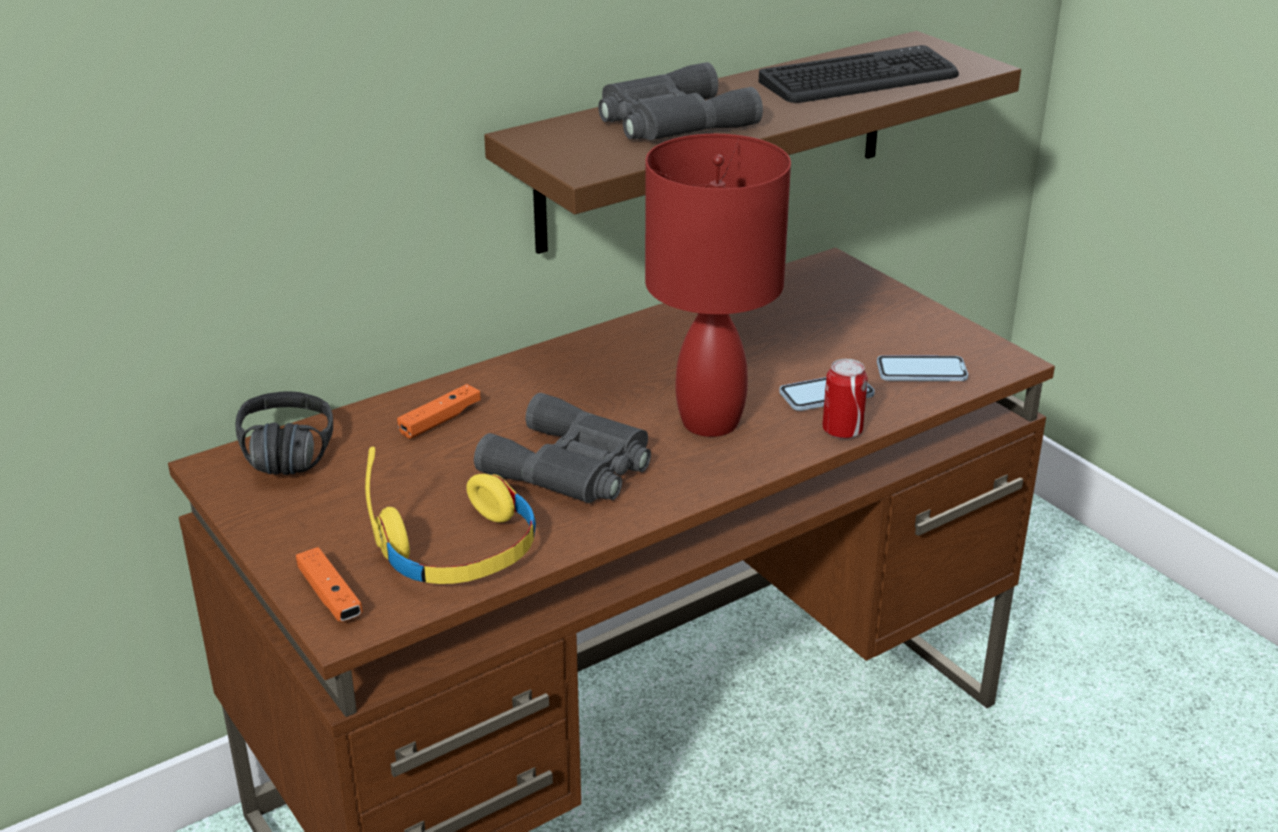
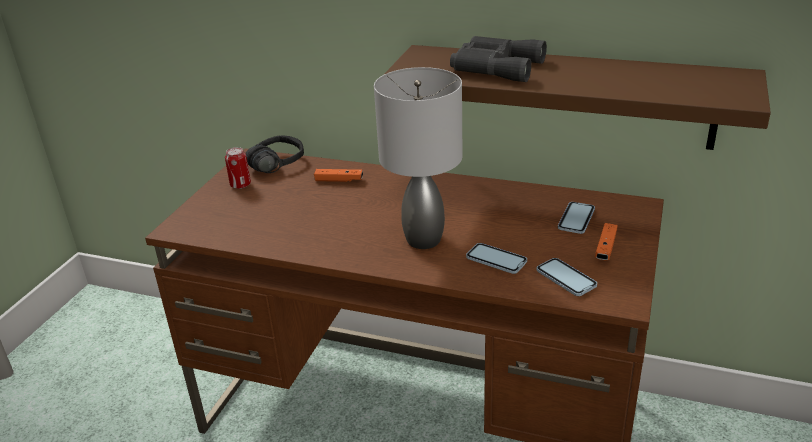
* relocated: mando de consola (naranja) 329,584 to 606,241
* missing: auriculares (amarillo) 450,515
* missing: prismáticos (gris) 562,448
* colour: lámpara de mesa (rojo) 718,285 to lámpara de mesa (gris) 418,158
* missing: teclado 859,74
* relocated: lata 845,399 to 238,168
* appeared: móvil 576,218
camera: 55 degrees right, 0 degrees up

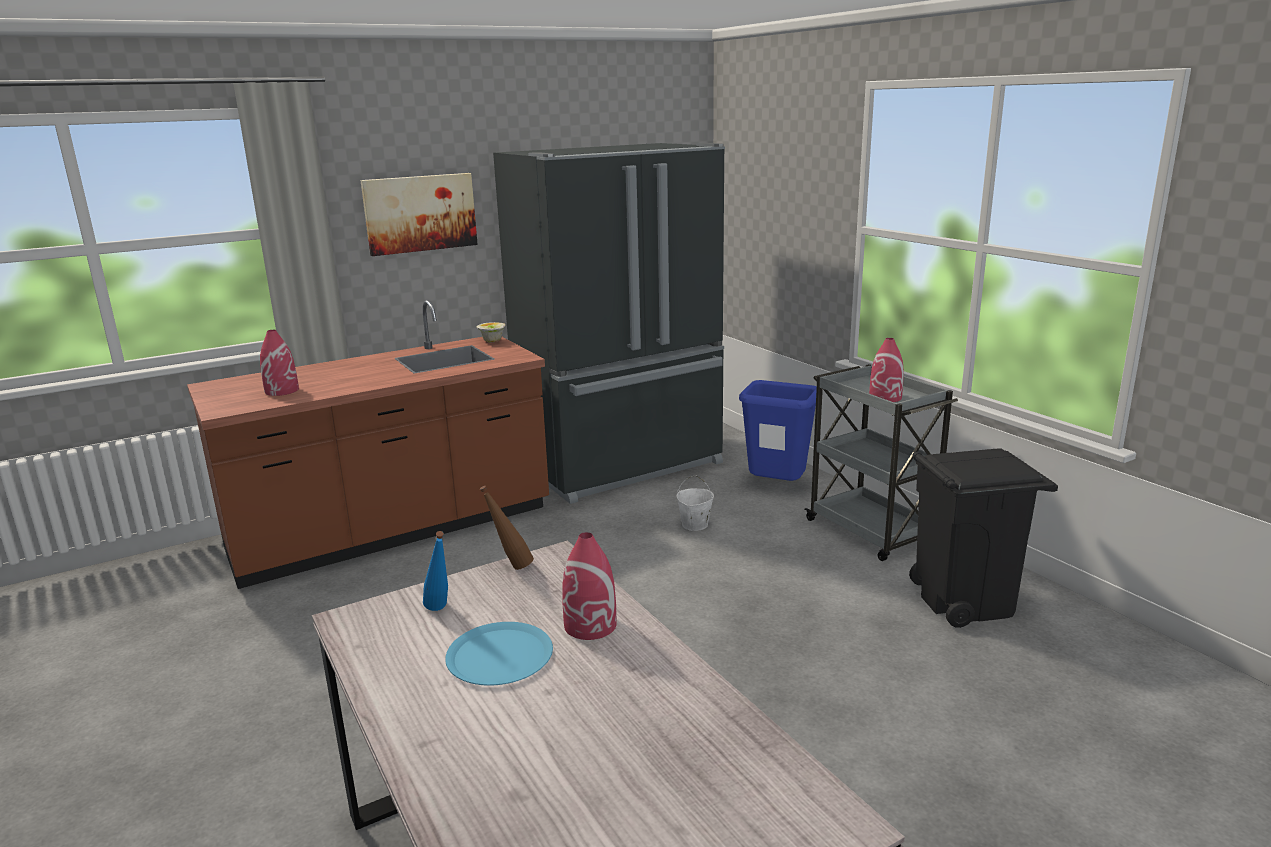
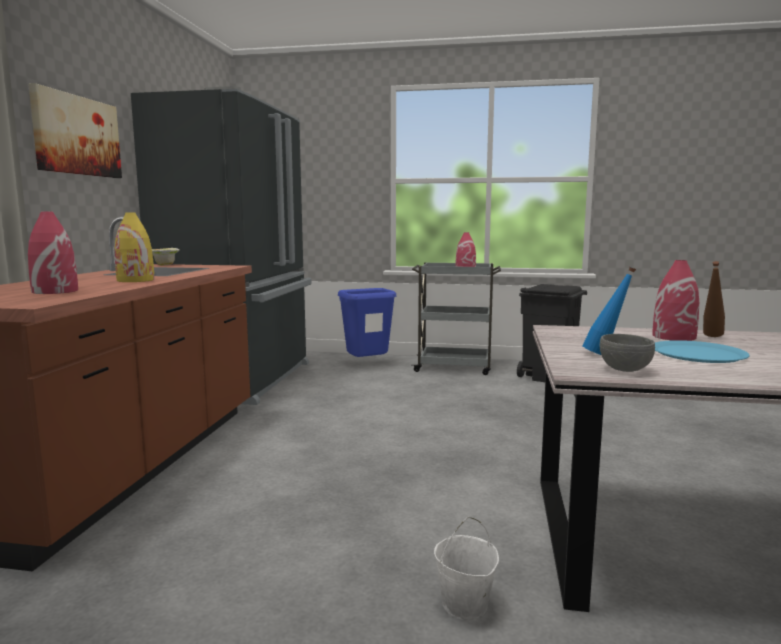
* relocated: botella (marrón) 507,528 to 714,299
* relocated: cubo (blanco) 695,503 to 466,568
* appeared: florero (amarillo) 134,247
* appeared: cuenco (gris) 627,353
camera: 50 degrees left, 10 degrees down

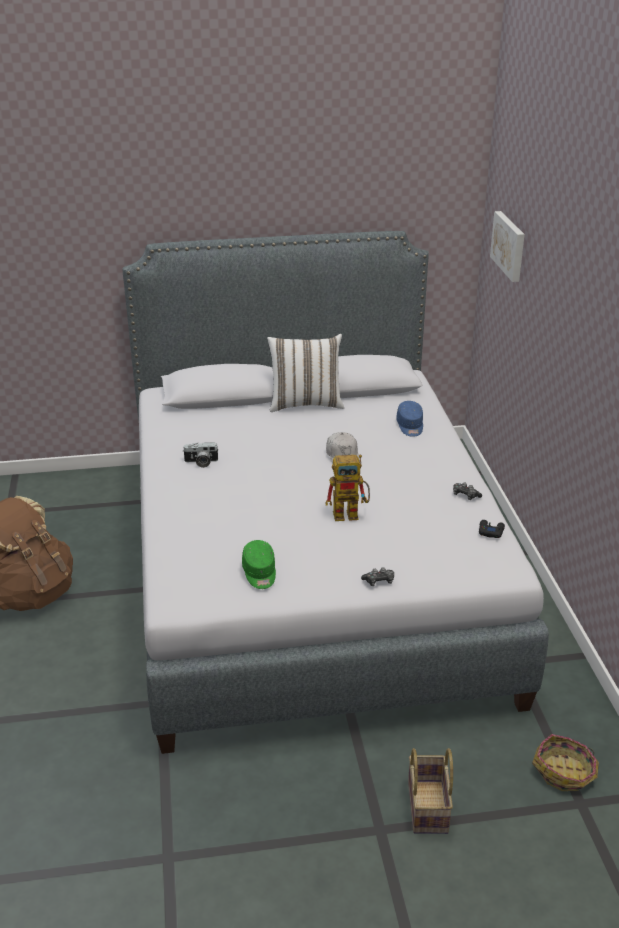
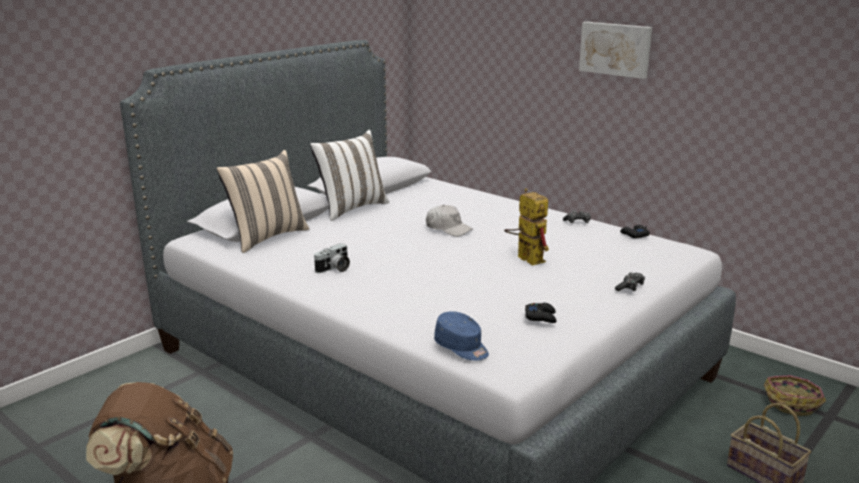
* exchanged: gorra (verde) 259,564 to mando de consola (negro) 541,313
* spun: robot de juguete 347,488 = 526,227 75 degrees counterclockwise
* relocated: gorra (azul) 409,419 to 461,336
* relocated: cuadro 507,246 to 615,50
* appeared: cojín (beis) 262,201
camera: 40 degrees left, 10 degrees down

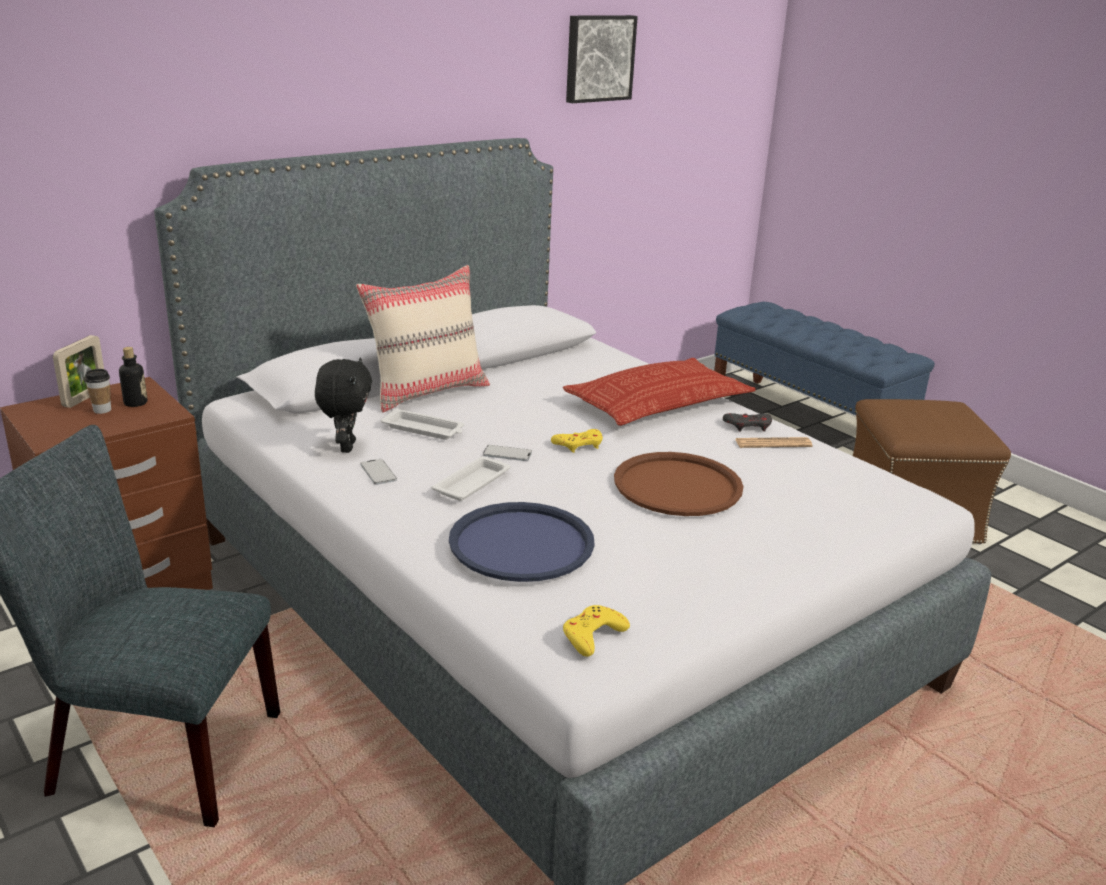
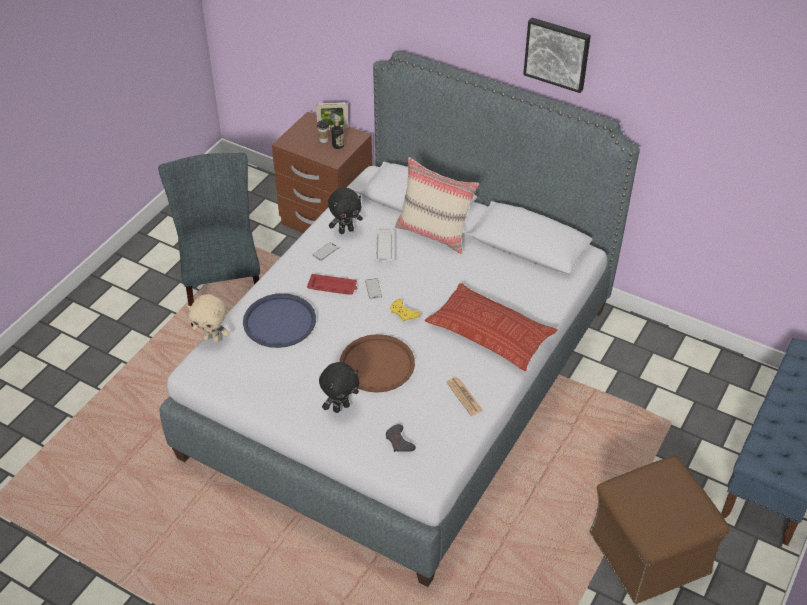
* colour: bandeja (blanco) 471,479 to bandeja (rojo) 332,284
* missing: mando de consola (amarillo) 596,631
* relocated: cuadro 602,59 to 557,55
* relocated: mando de consola (gris) 747,422 to 401,438
* appeared: peluche (beis) 208,318
* appeared: peluche (negro) 339,387
camera: 70 degrees right, 20 degrees up

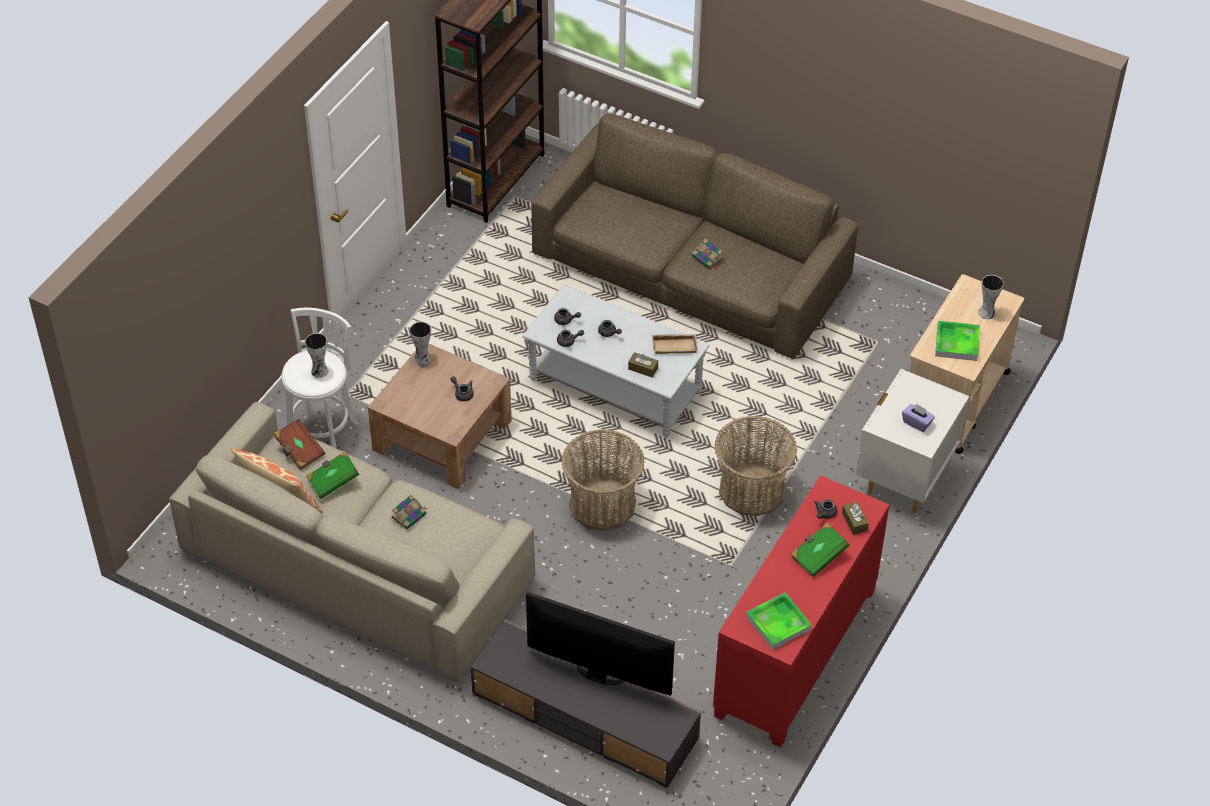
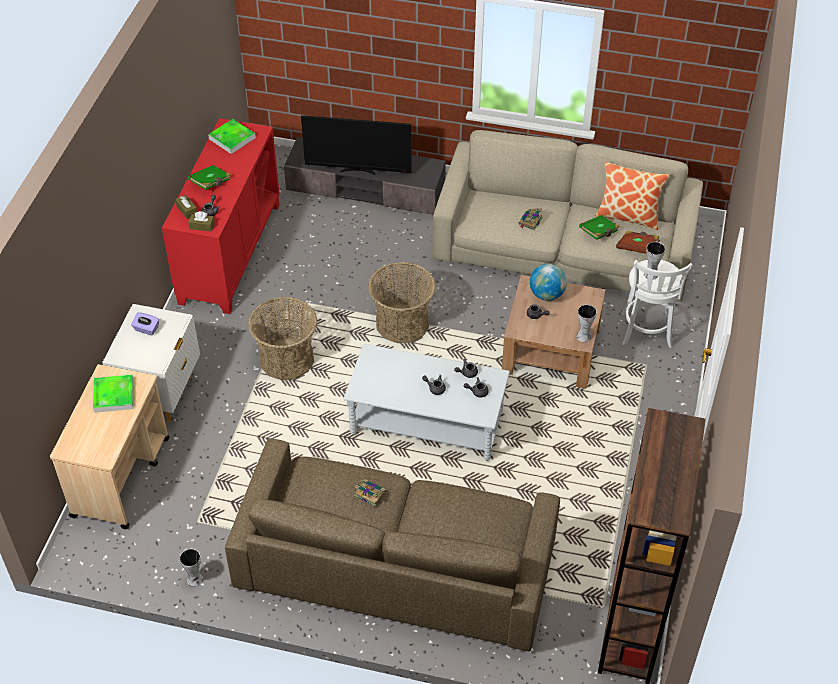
* relocated: caja de pañuelos (marrón) 643,365 to 201,221
* missing: bandeja (beis) 675,344
* relocated: florero 991,297 to 191,568
* appeared: globo terráqueo 548,282
camera: 165 degrees right, 0 degrees up

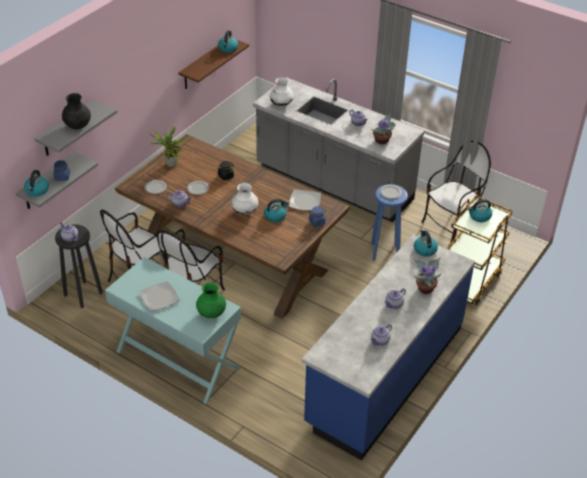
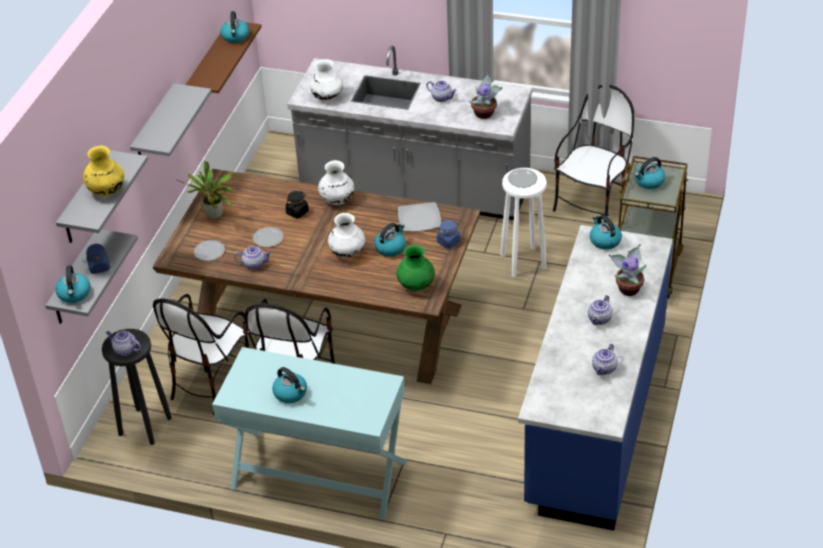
* colour: florero (negro) 76,111 to florero (amarillo) 103,171
* exchanged: plato 159,296 to hervidor 289,385
* relocated: florero (verde) 211,300 to 415,268
* colour: taburete (azul) 389,222 to taburete (blanco) 524,222
* appeared: estante (gris) 171,119
* appeared: florero (blanco) 336,182
camera: 15 degrees left, 0 degrees up

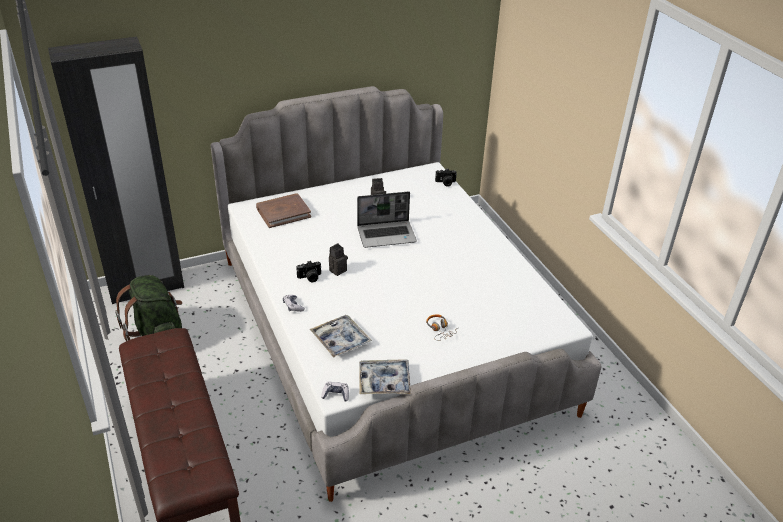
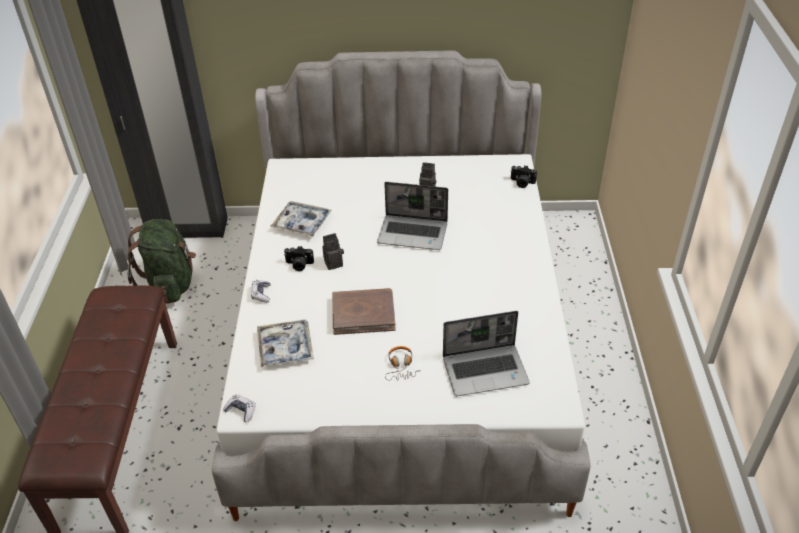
* relocated: libro (marrón) 283,210 to 364,311
* relocated: bandeja 385,377 to 301,219
* appeared: portátil 486,353
camera: 25 degrees right, 5 degrees up

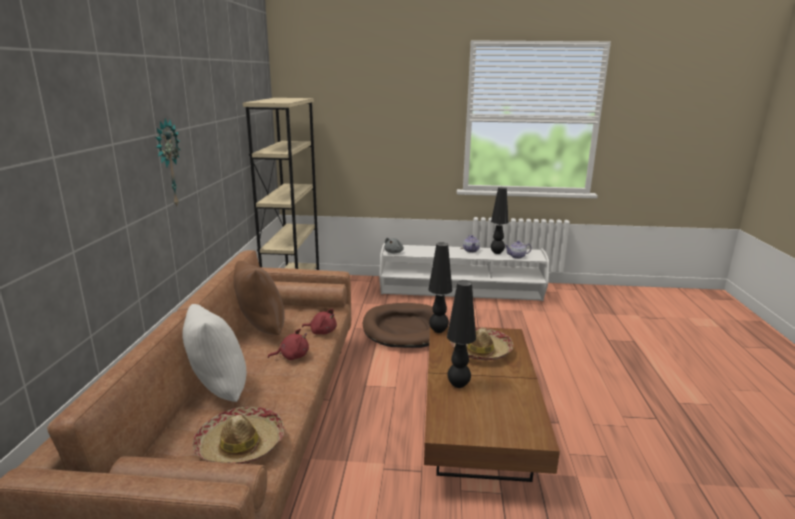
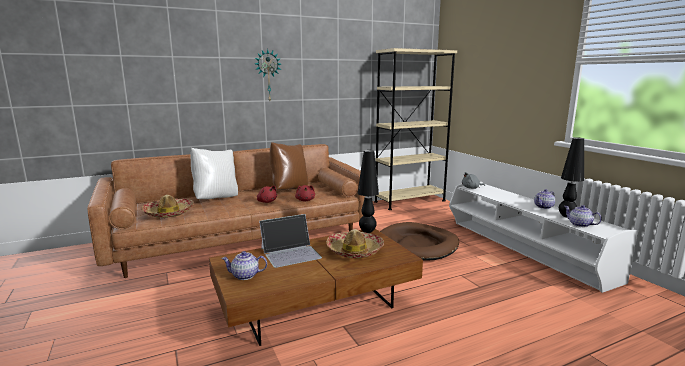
* exchanged: lámpara de mesa (negro) 461,334 to portátil 290,241
* appeared: tetera 244,265
camera: 60 degrees right, 5 degrees down

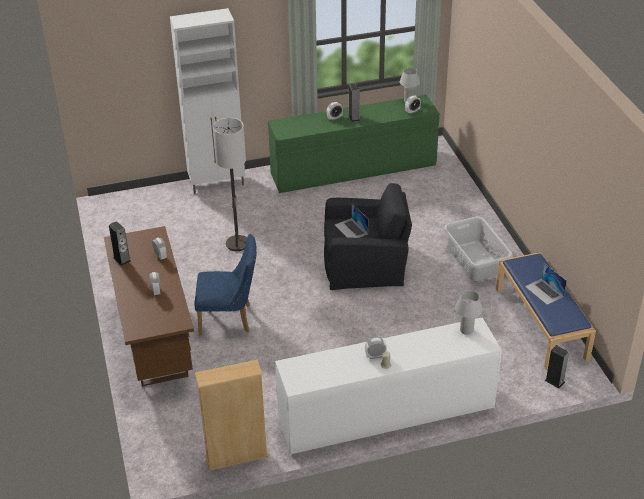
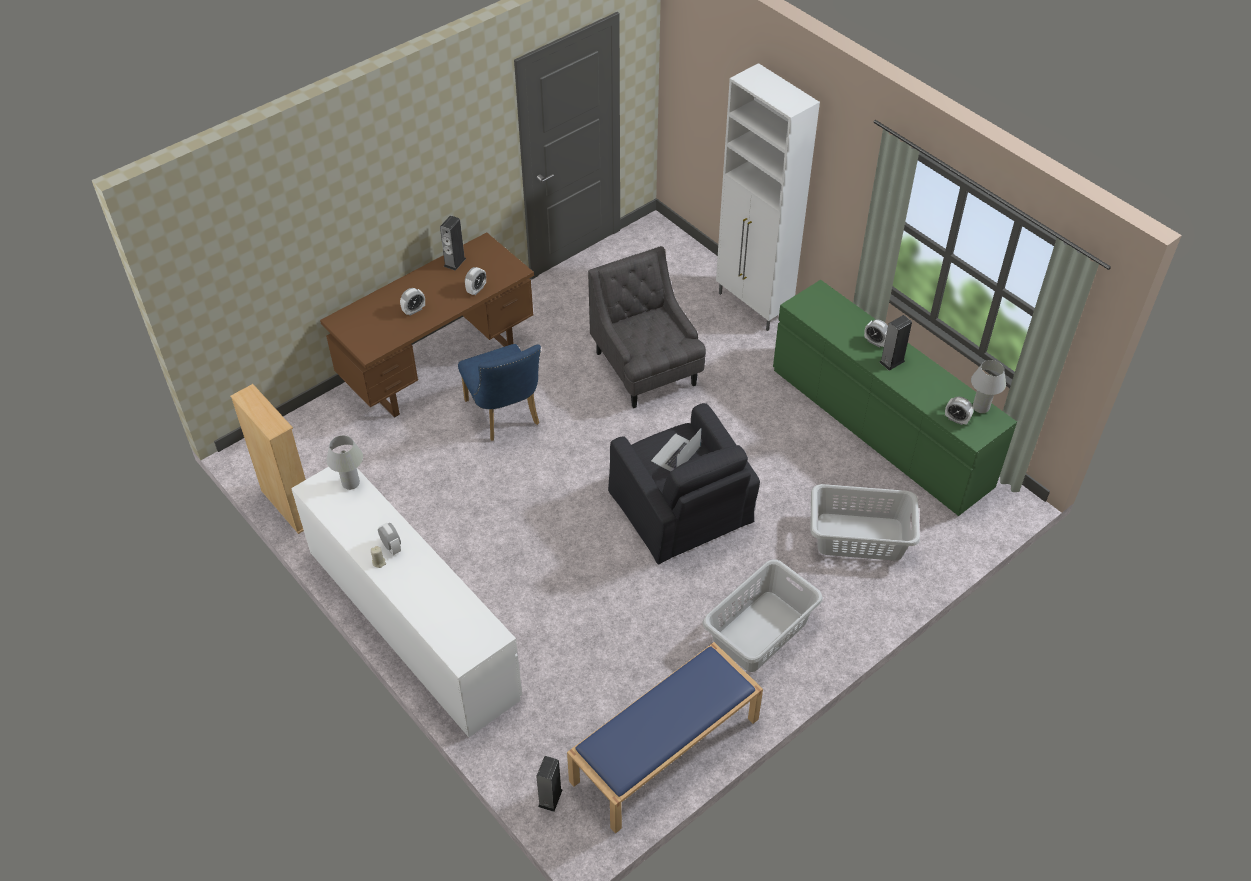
* exchanged: lámpara de pie 230,184 to sillón (gris) 647,327
* relocated: lámpara de mesa (blanco) 469,313 to 344,462
* missing: portátil 546,284
* appeared: cesto de la ropa (gris) 865,522
camera: 65 degrees right, 10 degrees up

